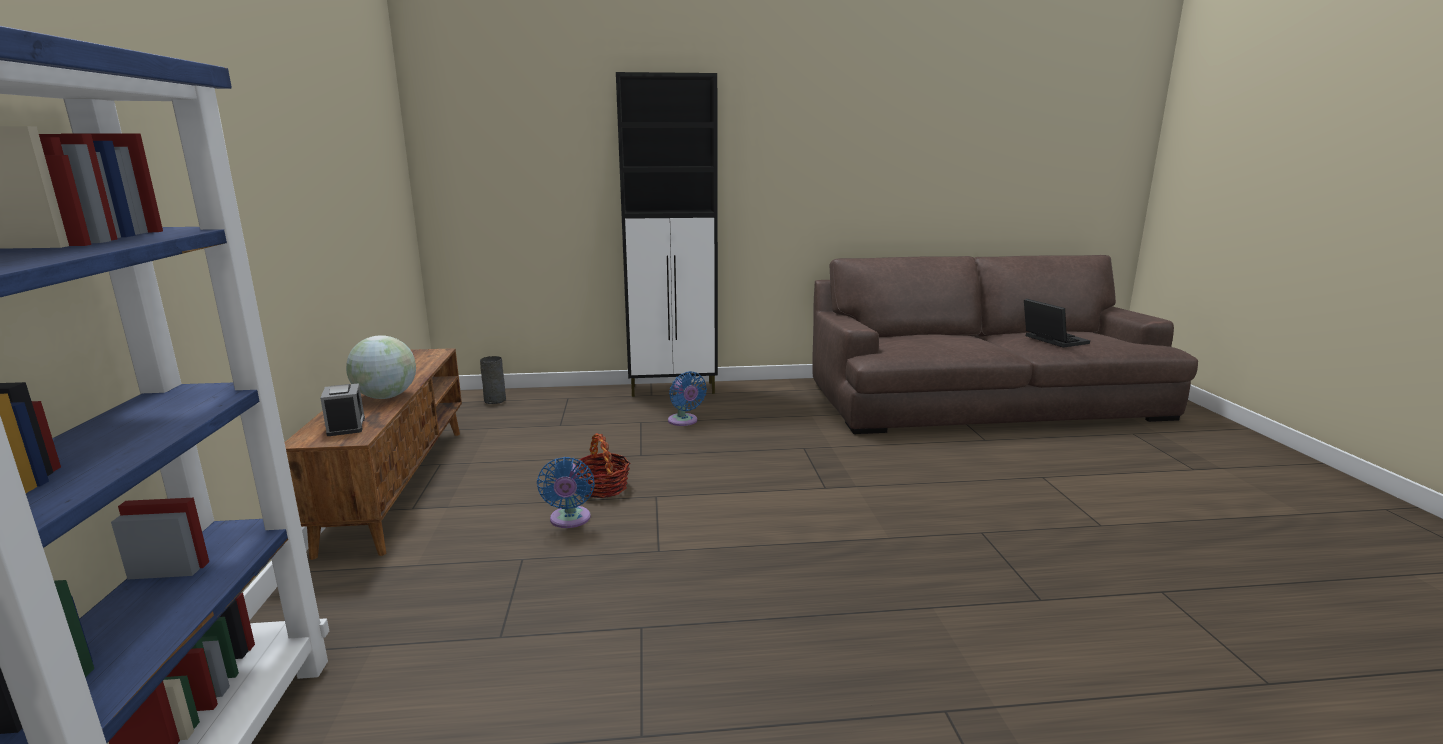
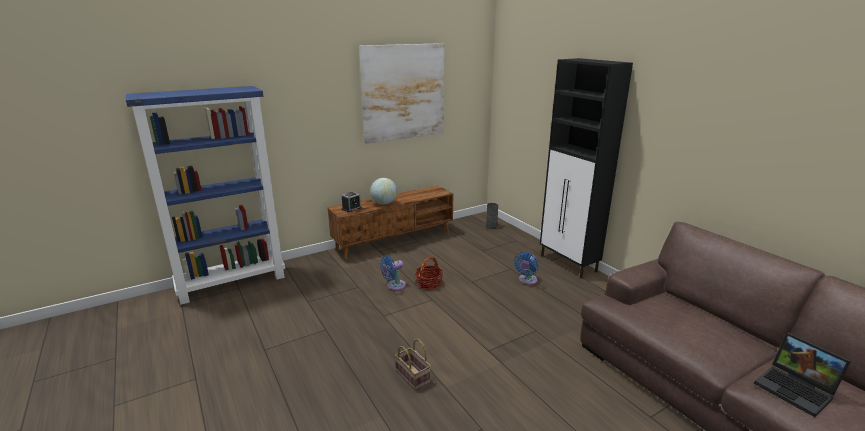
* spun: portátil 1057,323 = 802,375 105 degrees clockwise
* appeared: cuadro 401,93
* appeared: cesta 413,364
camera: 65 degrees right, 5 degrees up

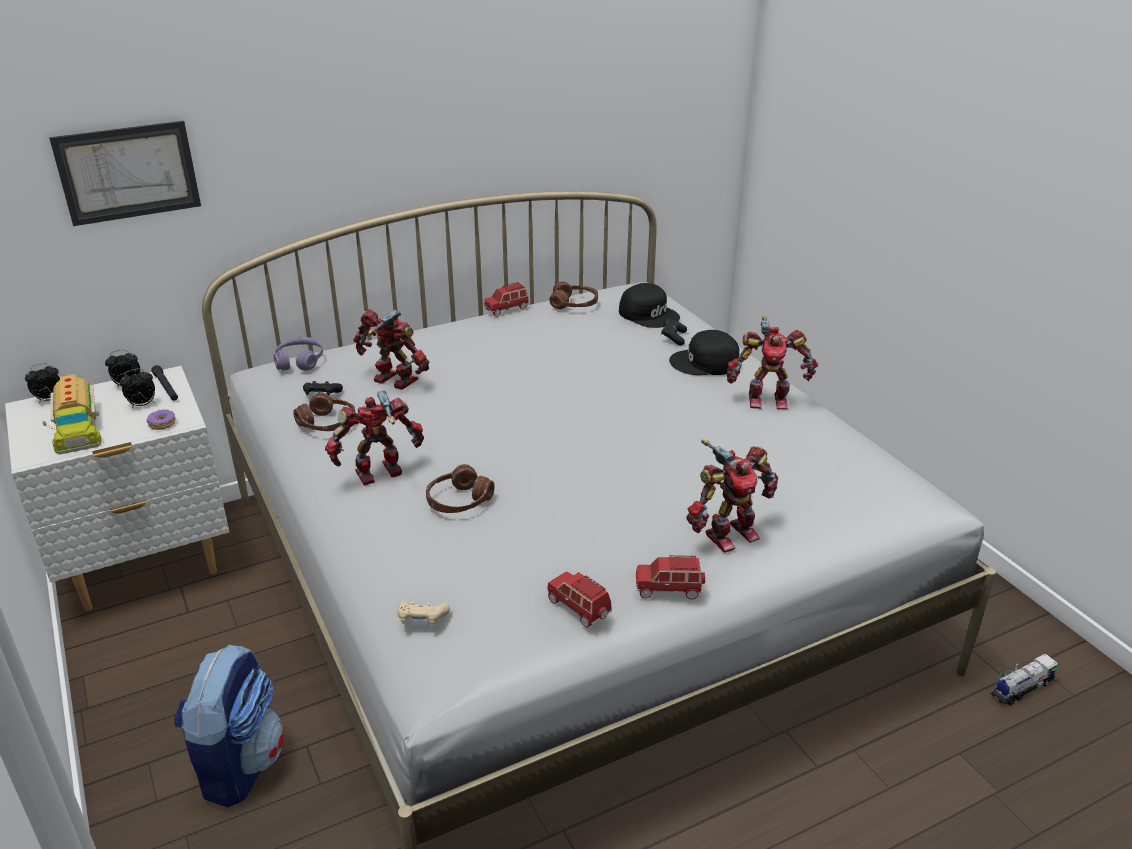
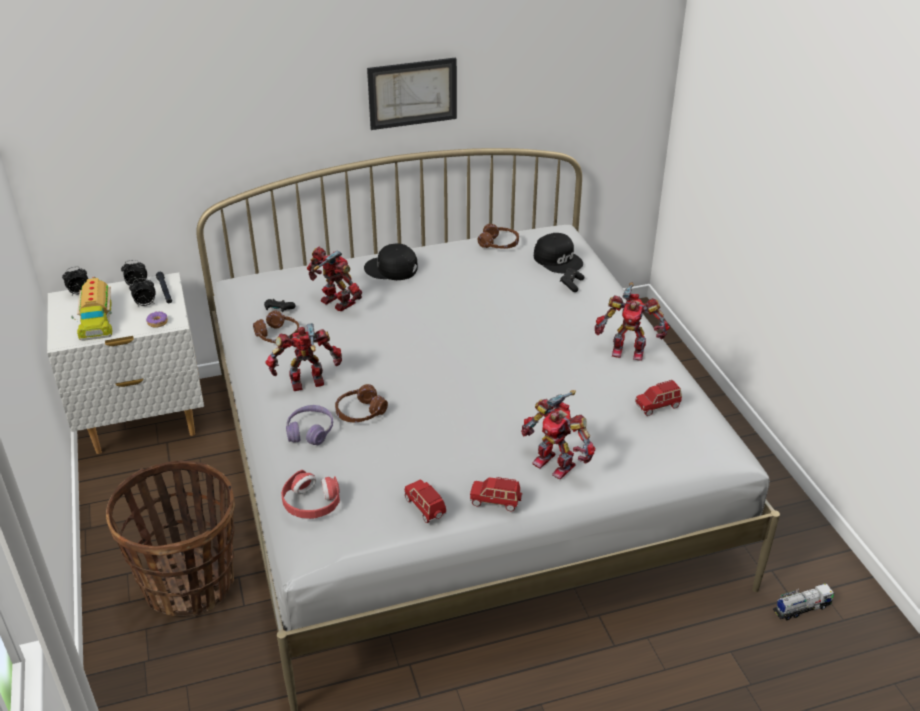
* relocated: cuadro 125,173 to 412,94
* exchanged: mochila 229,725 to cesta 170,538
* relocated: auriculares (morado) 298,354 to 309,425
* exchanged: mando de consola (beis) 423,613 to auriculares (rojo) 310,494
* relocated: coche de juguete (rojo) 506,299 to 658,398
* relocated: gorra (negro) 704,352 to 391,262
* spun: robot de juguete 732,496 = 558,434 60 degrees clockwise
camera: 10 degrees right, 5 degrees up

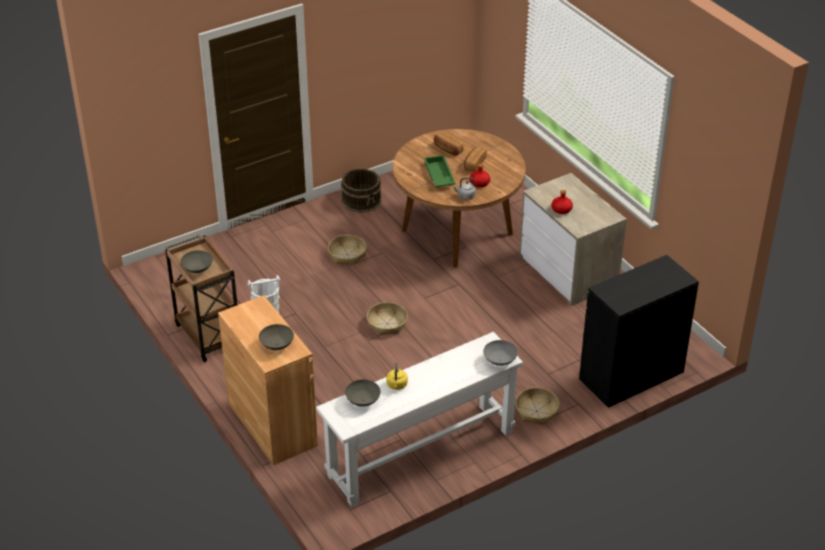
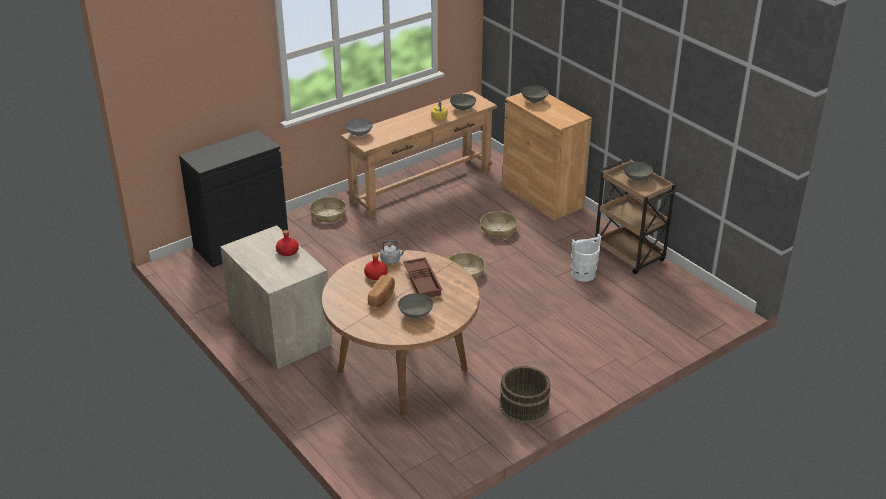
* colour: mesa consola (blanco) 419,419 to mesa consola (marrón) 419,154
* relocated: cesta 347,250 to 499,224
* colour: bandeja (verde) 440,171 to bandeja (marrón) 423,277
* exchanged: pan 449,144 to cuenco (gris) 415,305
camera: 175 degrees right, 5 degrees down

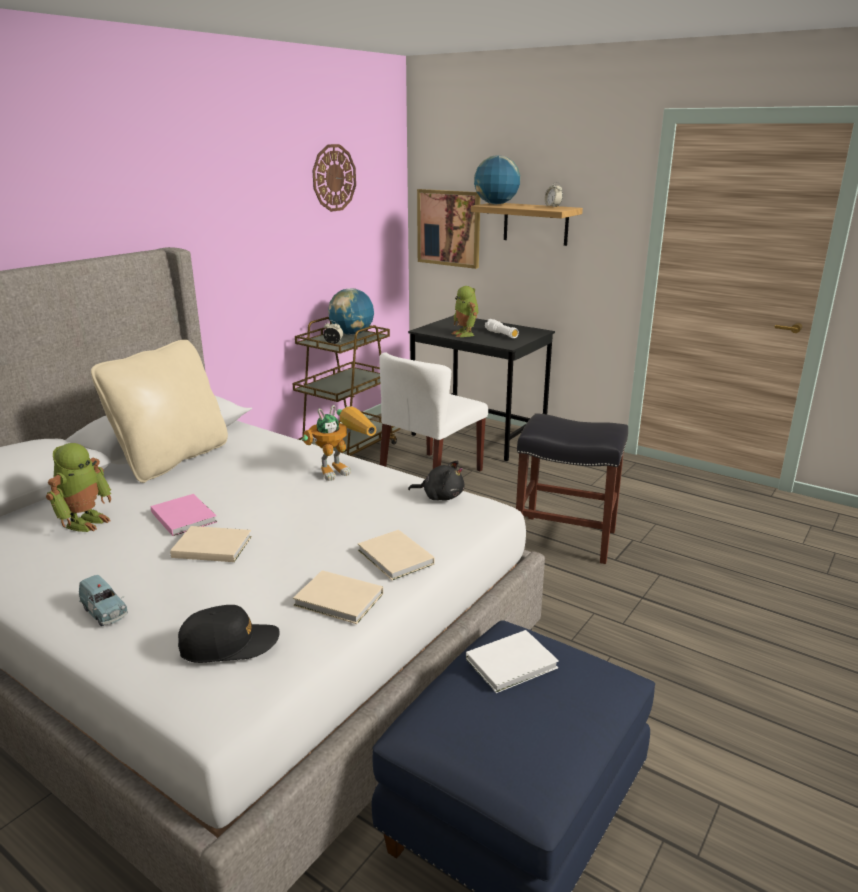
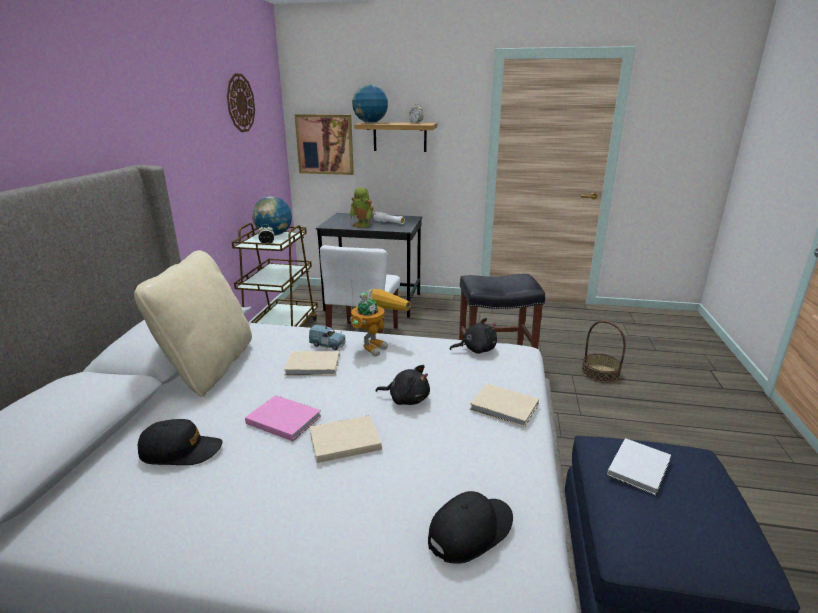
* exchanged: robot de juguete 78,487 to gorra (negro) 180,442
* relocated: coche de juguete (azul) 103,600 to 327,337
* relocated: libro (beis) 338,597 to 312,363
* appeared: peluche (negro) 403,385
* appeared: cesta 603,352
camera: 25 degrees left, 0 degrees up

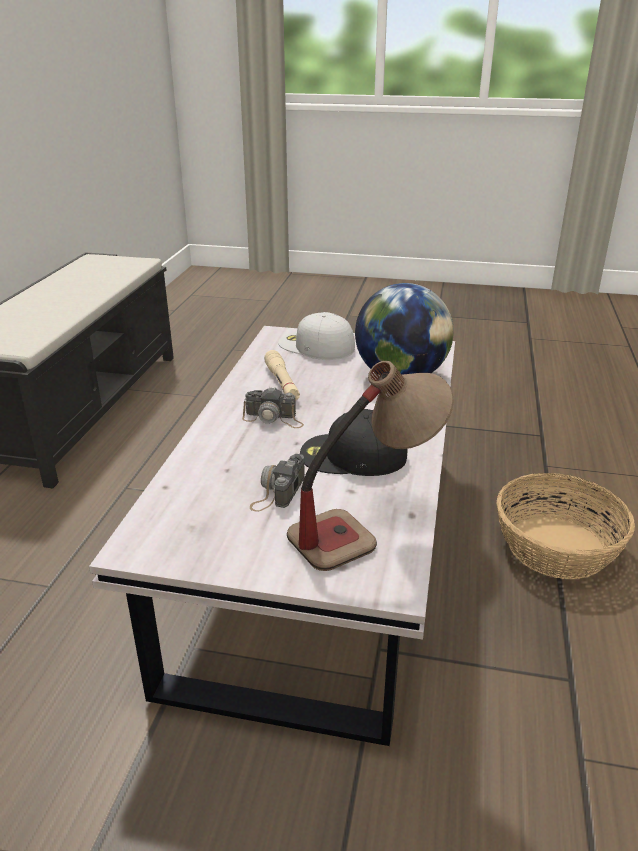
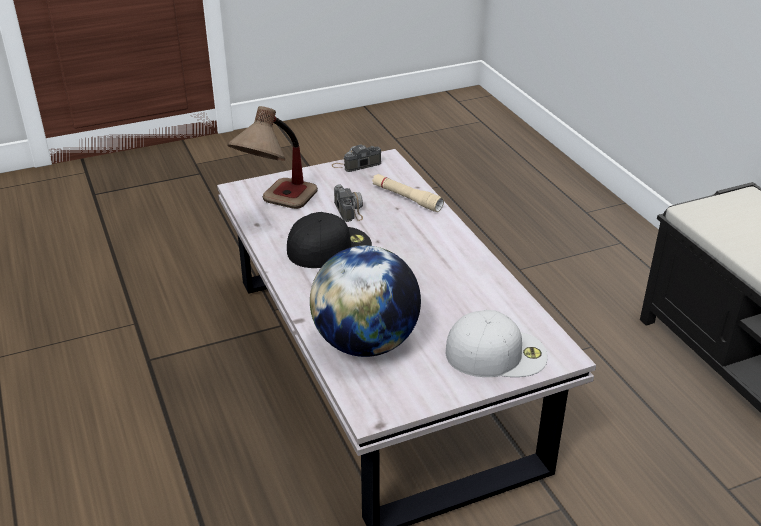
* relocated: cámara 273,407 to 356,158
* relocated: linterna (beis) 282,375 to 408,193
* missing: cesta 565,526
camera: 145 degrees right, 5 degrees up

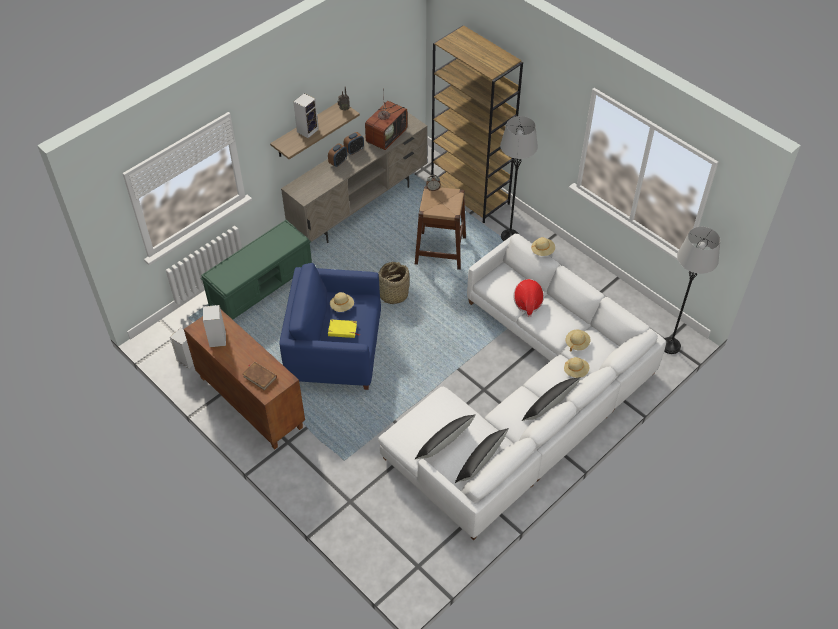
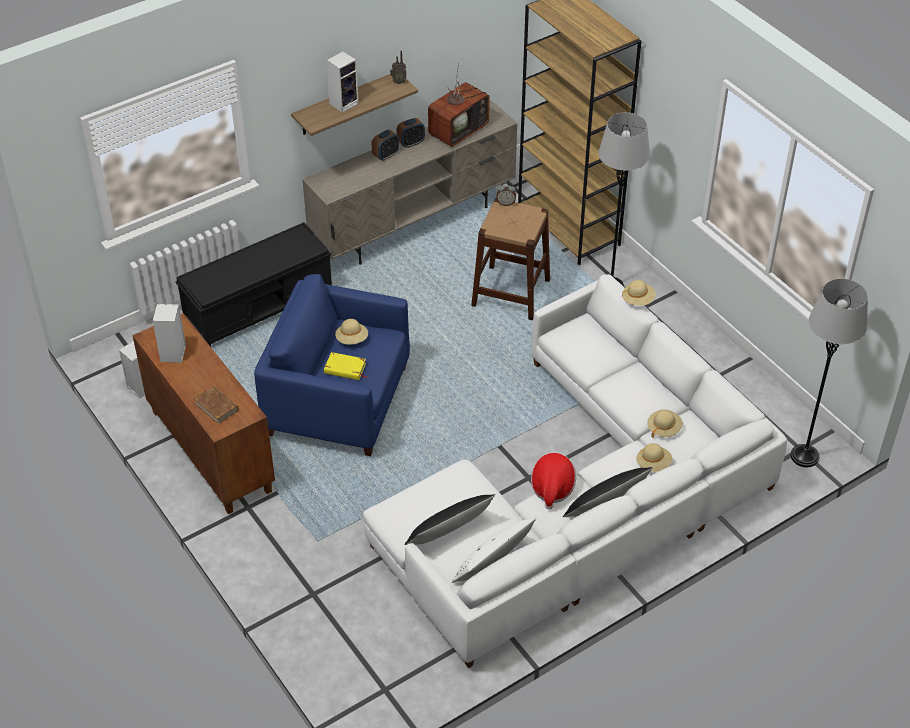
* colour: banco (verde) 256,270 to banco (negro) 253,285
* missing: cesta 394,283
* colour: cojín (negro) 482,455 to cojín (blanco) 494,550
* relocated: sombrero 528,298 to 553,481
camera: 10 degrees right, 5 degrees down

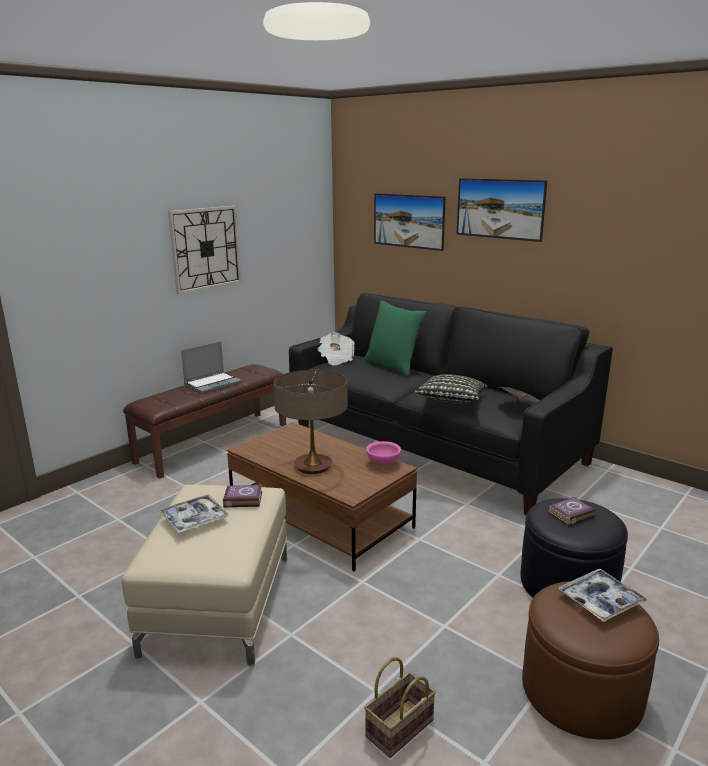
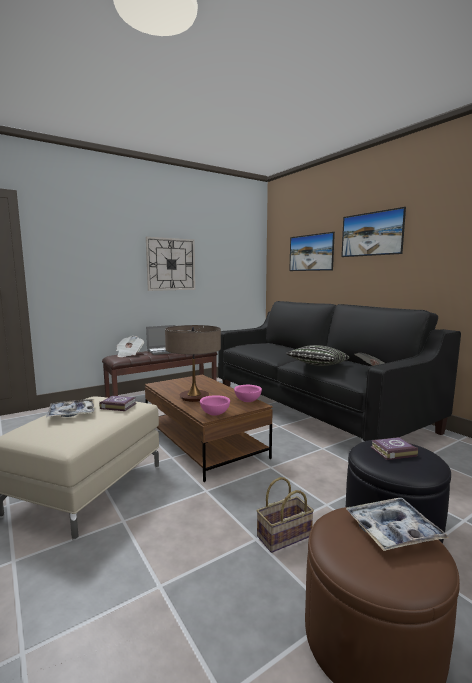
* relocated: periódico 336,348 to 130,346
* missing: cojín (verde) 395,338
* relocated: cesta 400,707 to 285,515
* appeared: cuenco (rosa) 215,405
camera: 15 degrees right, 10 degrees down

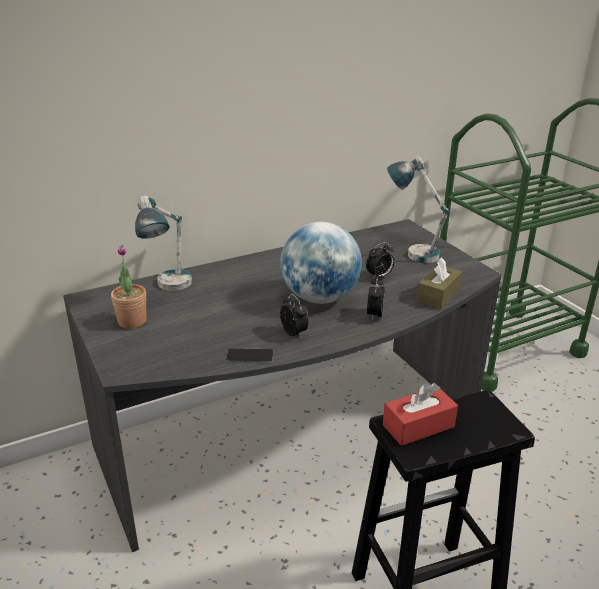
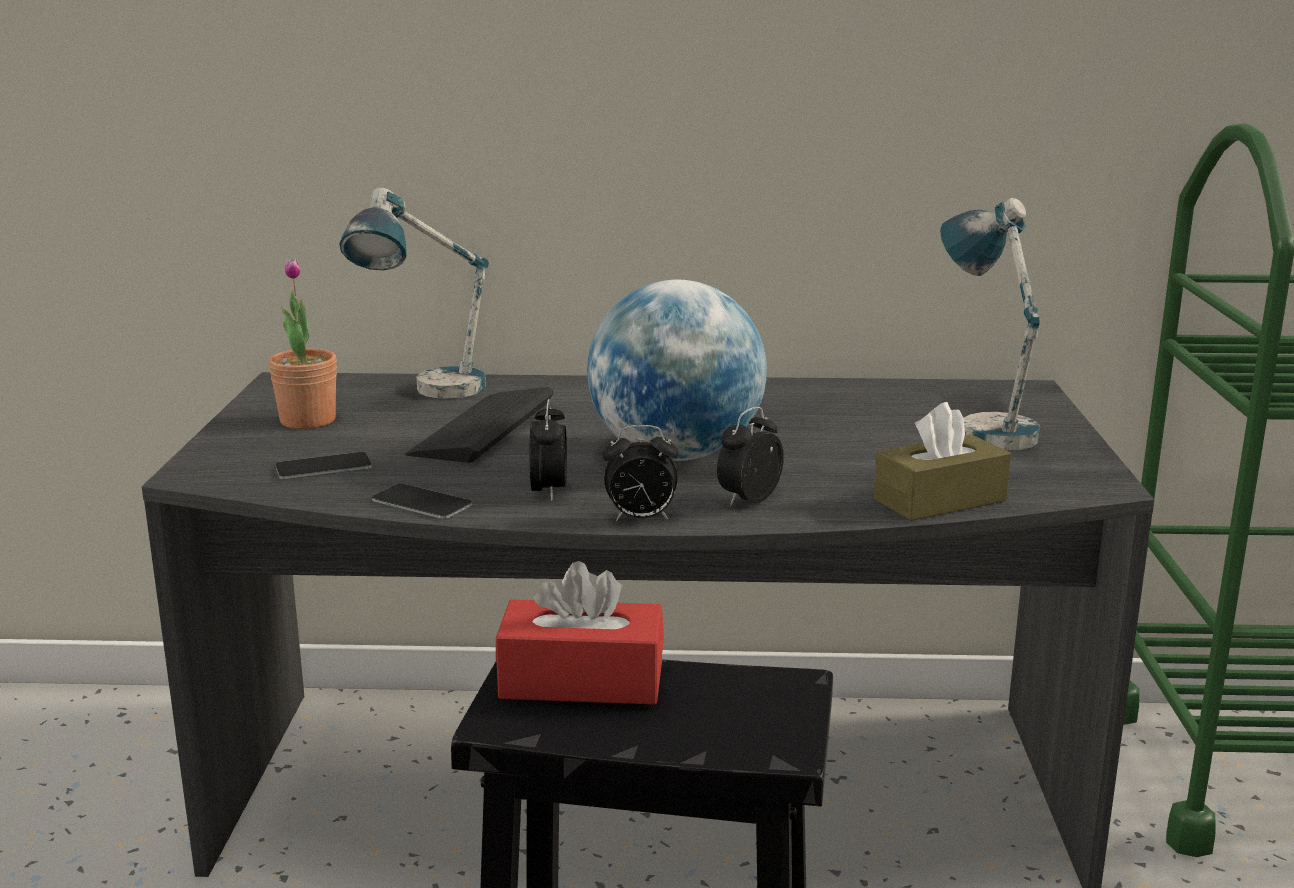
* relocated: despertador 380,260 to 640,473
* appeared: móvil 323,465
* appeared: teclado 479,425
camera: 30 degrees right, 10 degrees down

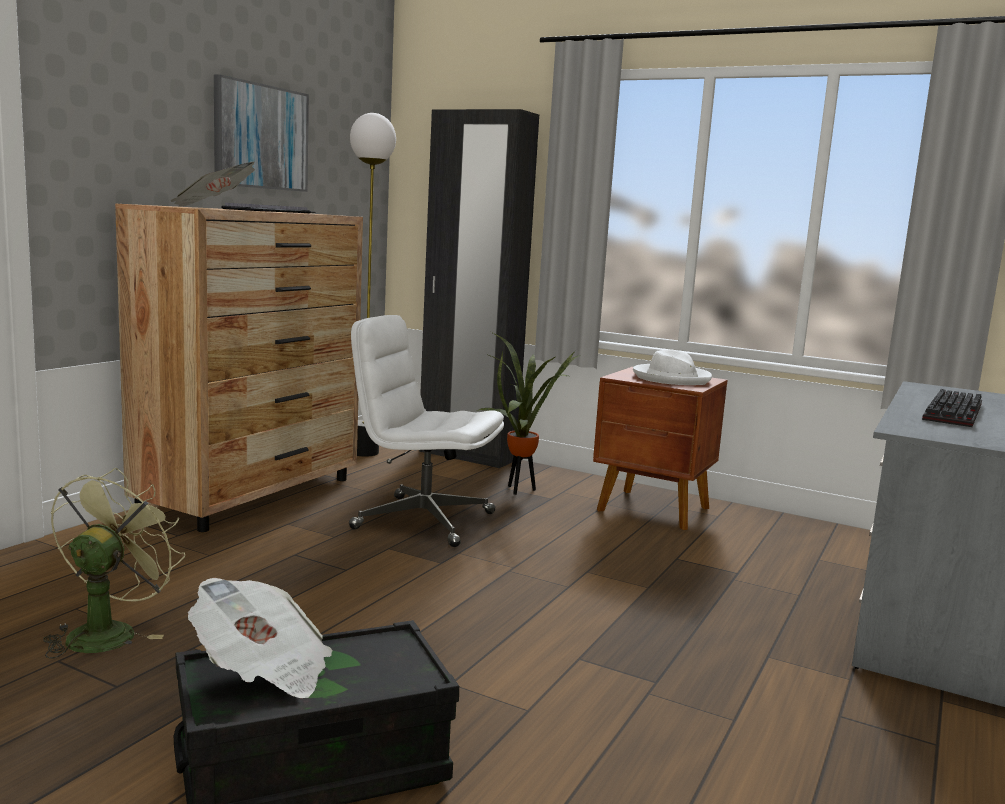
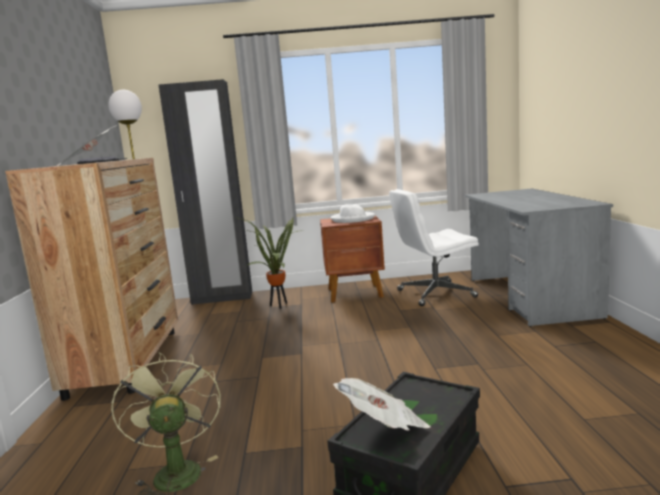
* missing: cuadro 261,133
* relocated: silla de oficina (blanco) 426,431 to 434,247
* missing: teclado 952,408
camera: 30 degrees left, 0 degrees up

